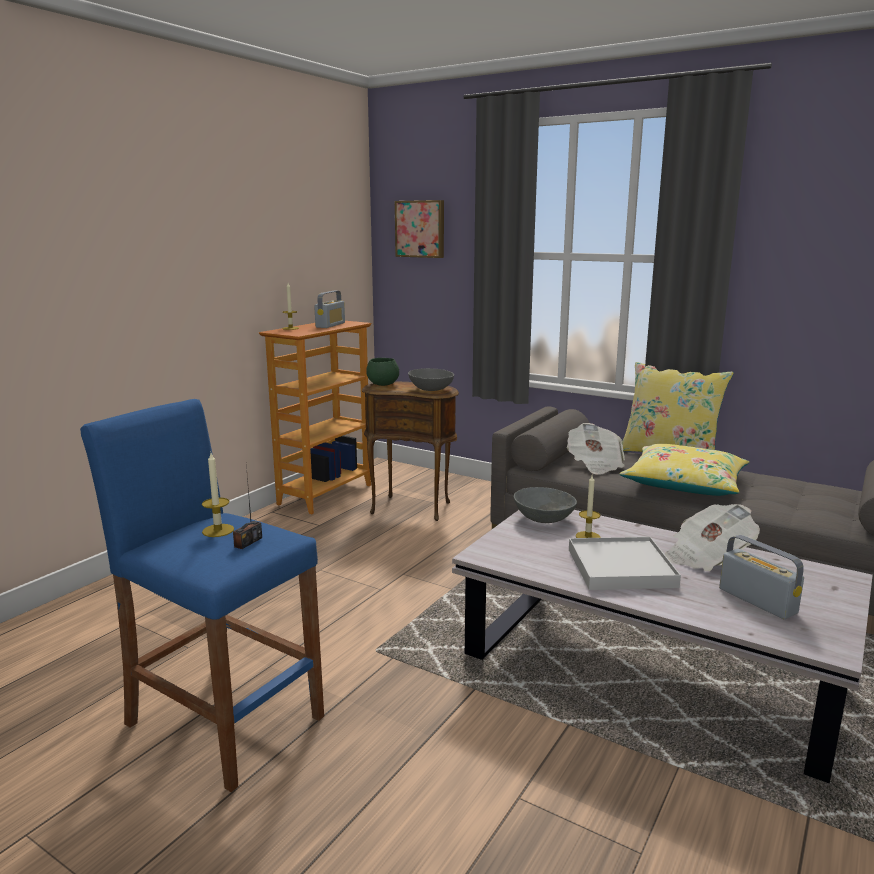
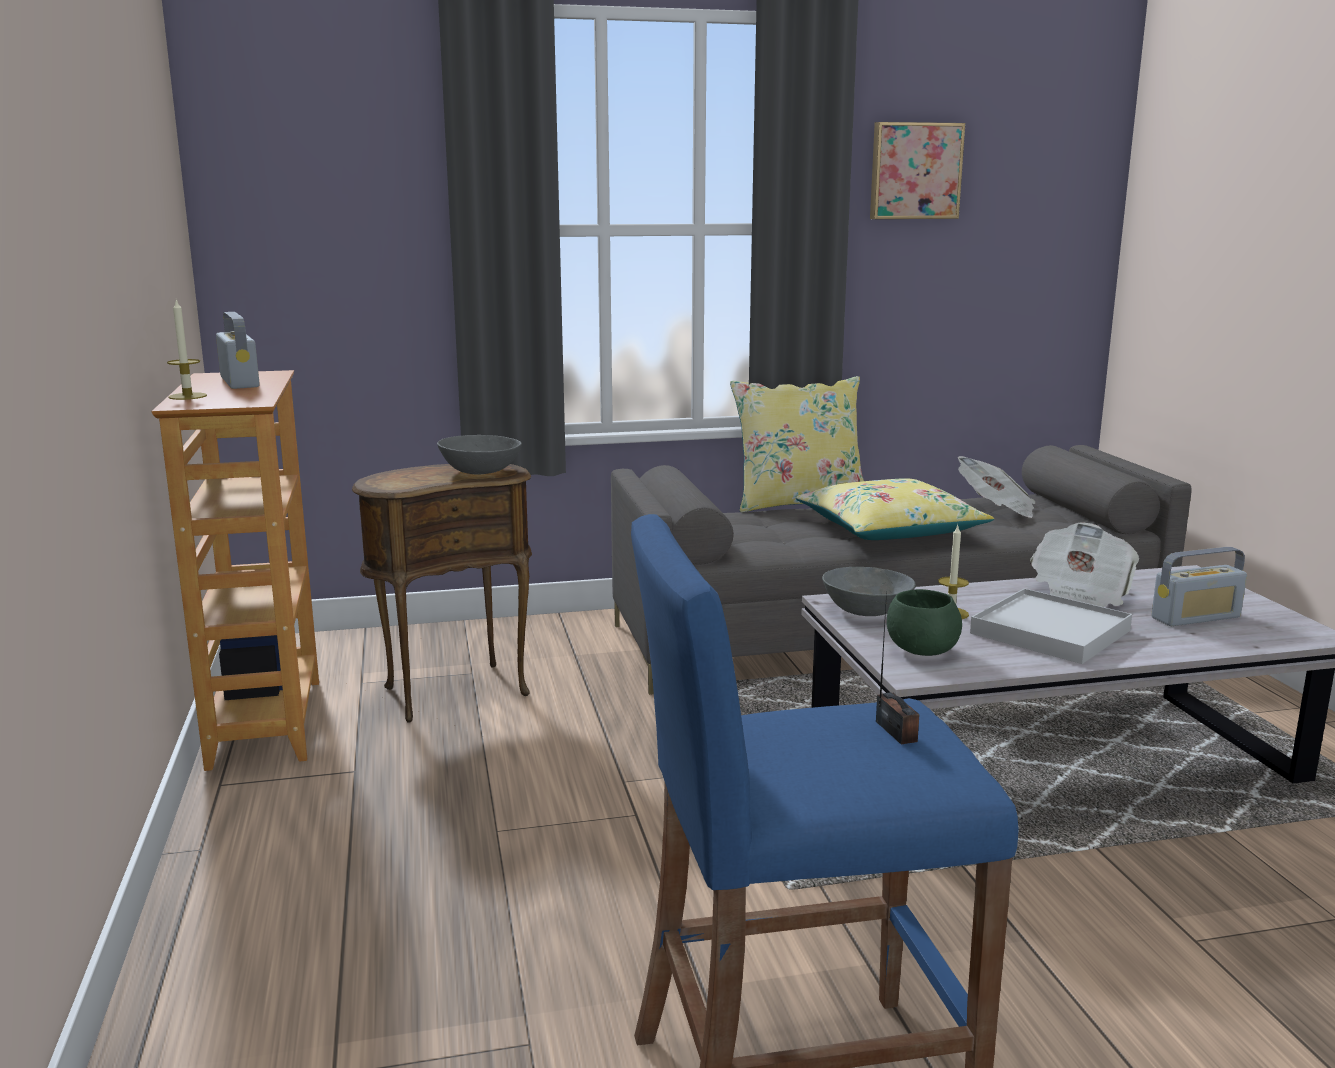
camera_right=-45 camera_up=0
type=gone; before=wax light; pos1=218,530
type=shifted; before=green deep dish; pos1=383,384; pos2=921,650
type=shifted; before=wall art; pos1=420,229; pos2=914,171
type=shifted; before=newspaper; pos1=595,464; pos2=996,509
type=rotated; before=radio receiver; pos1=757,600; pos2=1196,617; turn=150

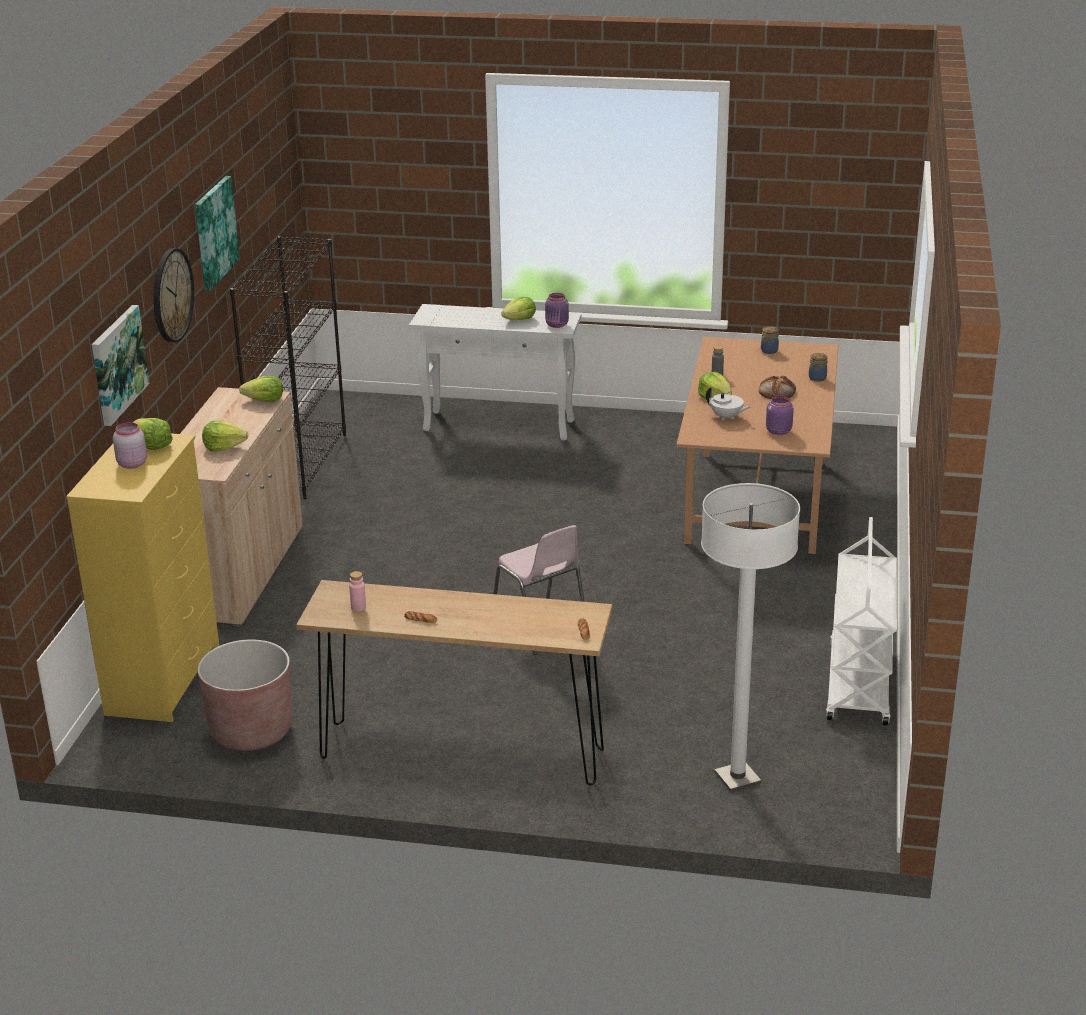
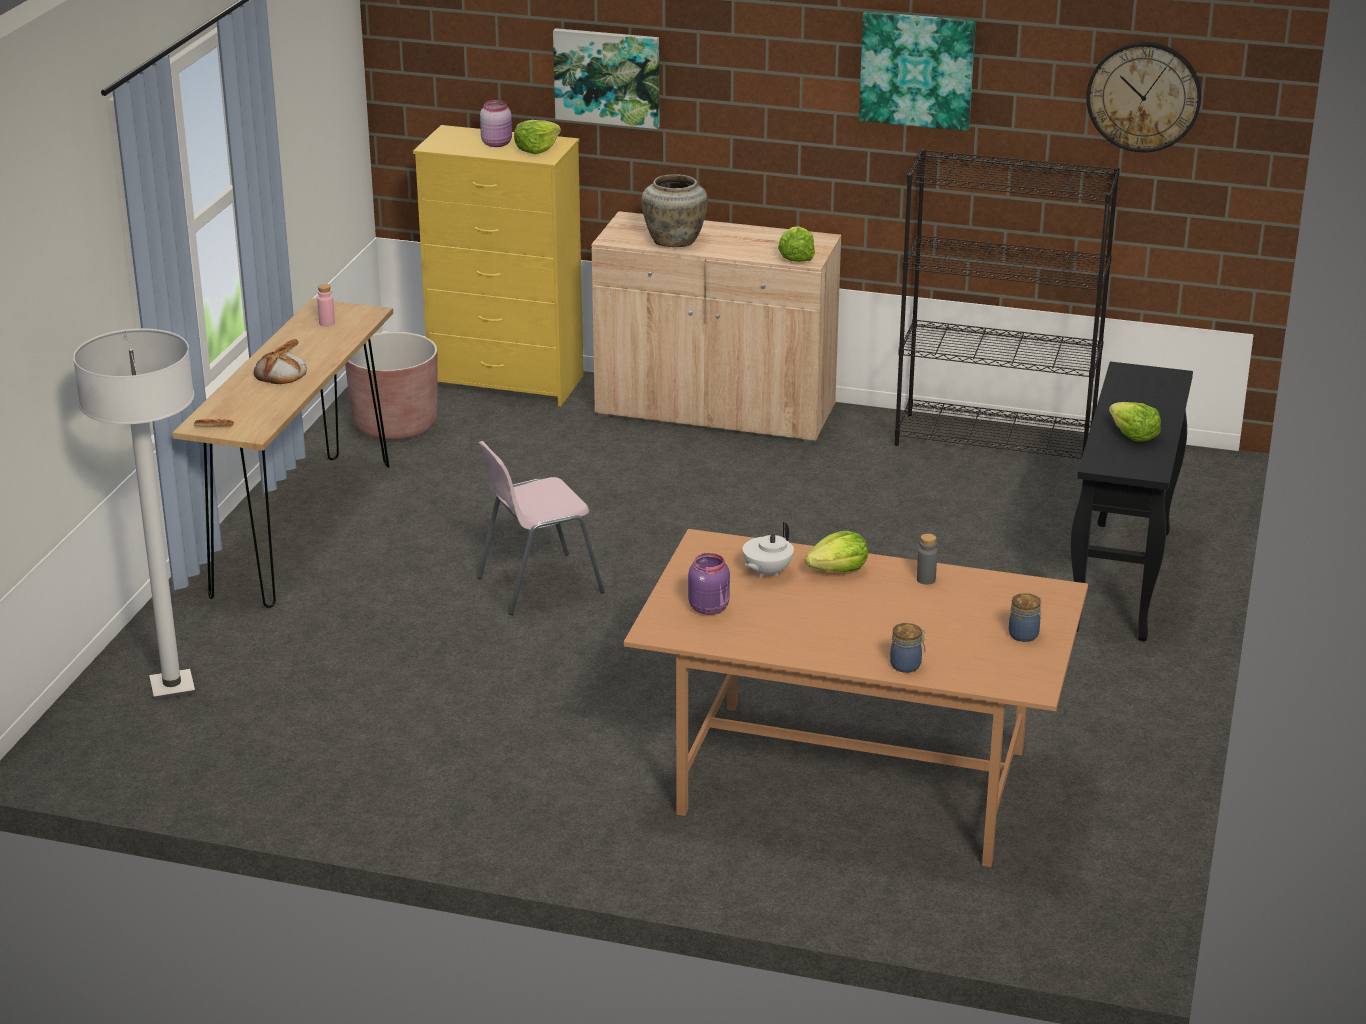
camera_right=95 camera_up=0
type=shifted; before=clock on the wall; pos1=171,295; pos2=1143,96
type=swapped; before=head of lettuce; after=sand-coloured flower vase; pos1=224,447; pos2=675,241
type=repainted; before=white-coloured narrow table; after=black-coloured narrow table; pos1=500,425; pos2=1121,581
type=gone; before=purple storage jar; pos1=557,325
type=shifted; before=baked bread; pos1=777,392; pos2=280,374
type=gone; before=white-coloured trolley; pos1=859,685

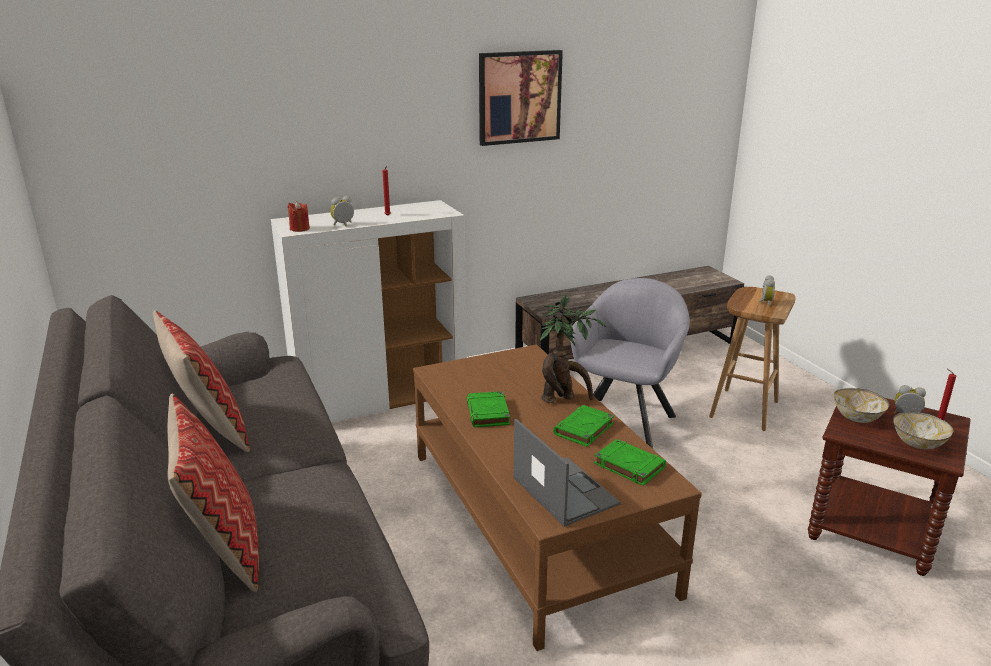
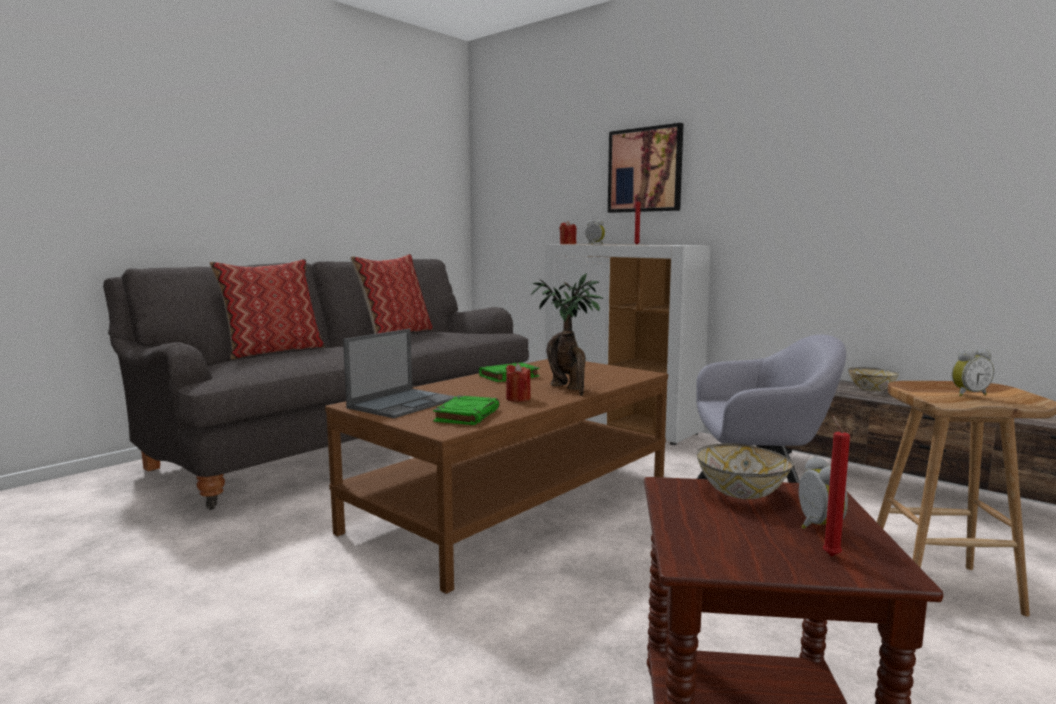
camera_right=65 camera_up=-15
type=shifted; before=wall art; pos1=519,97; pos2=645,170
type=swapped; before=green bound book; after=red-coloured wax light; pos1=583,429; pos2=518,398
type=shifted; before=deep dish; pos1=917,443; pos2=871,389

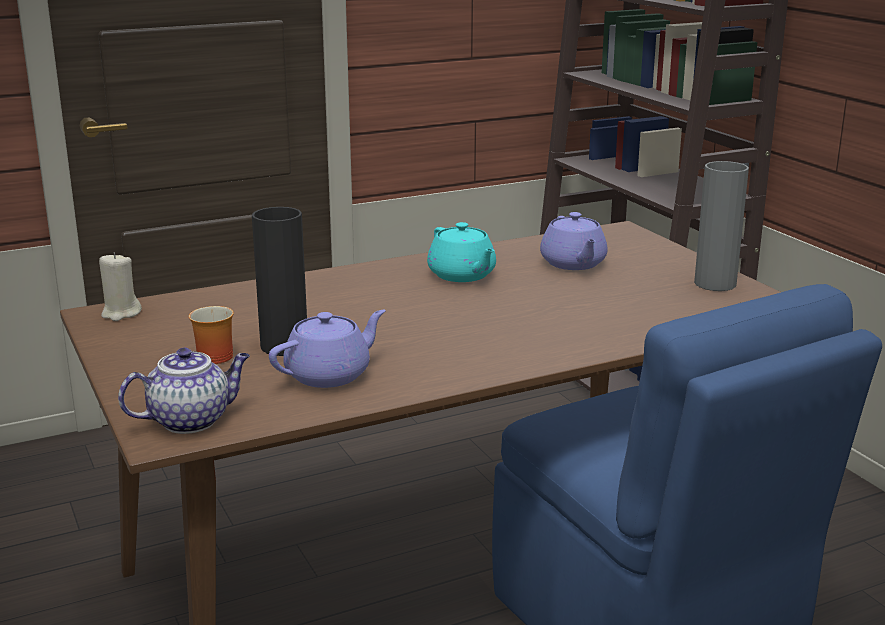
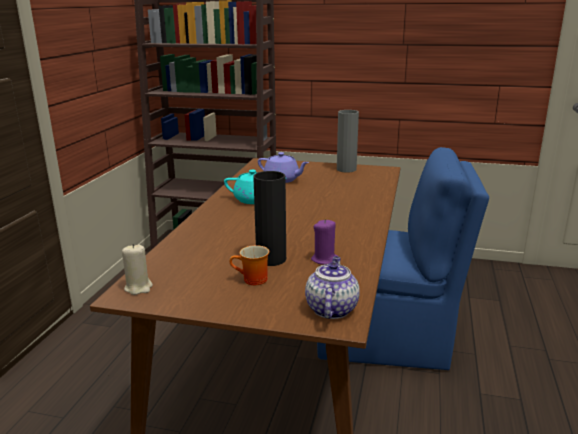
camera_right=-50 camera_up=0
type=swapped; before=purple tea pot; after=purple wax light; pos1=330,375; pos2=325,259

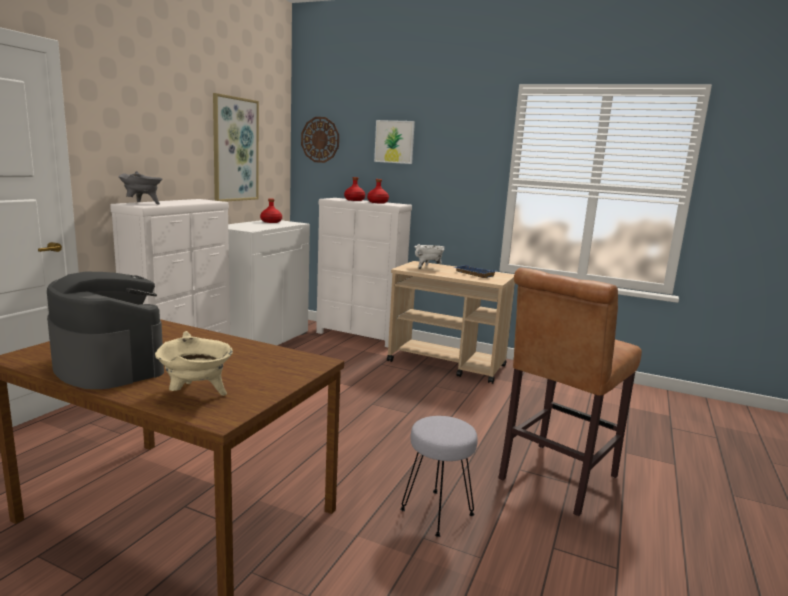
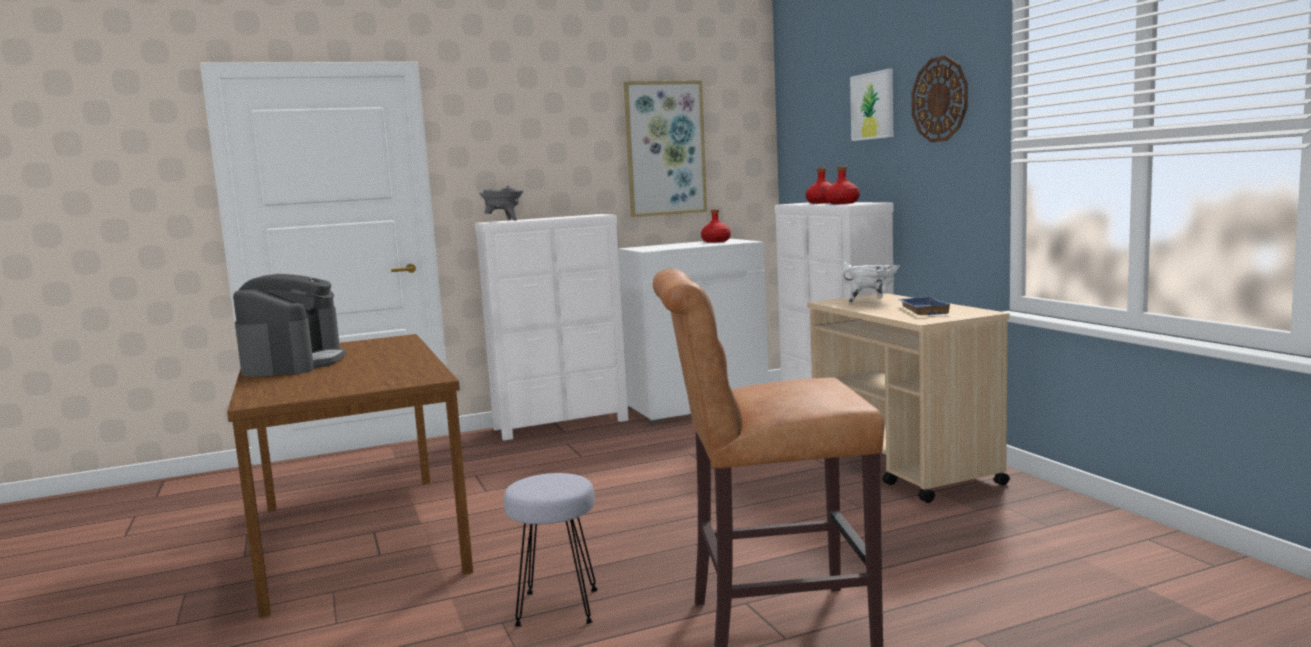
camera_right=45 camera_up=-5
type=gone; before=sand-coloured saucepot; pos1=197,394
type=shifted; before=clock on the wall; pos1=320,139; pos2=940,99

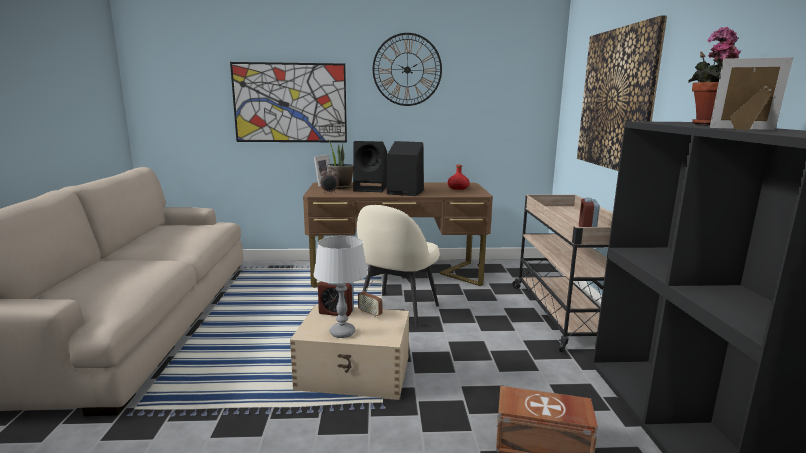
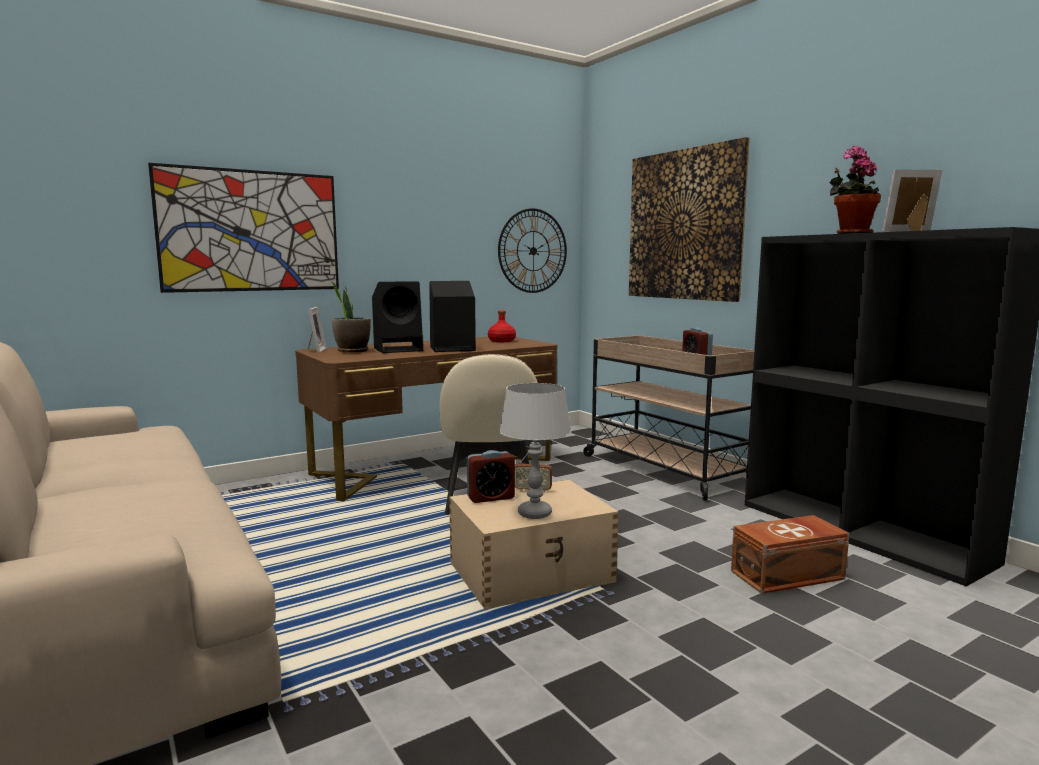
camera_right=-30 camera_up=-5
type=gone; before=table clock; pos1=329,192
type=shifted; before=clock on the wall; pos1=407,70; pos2=533,251

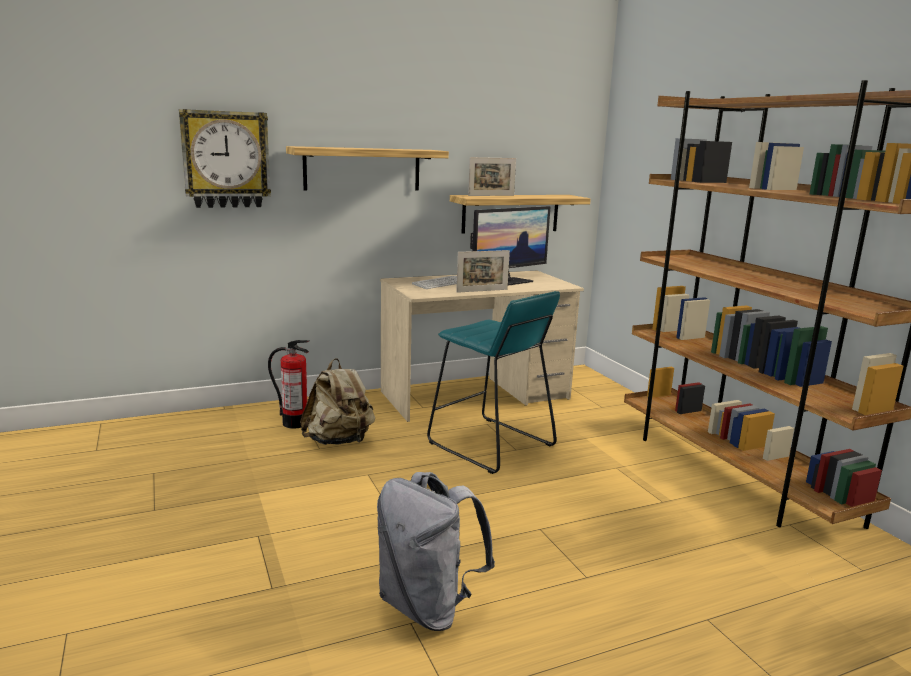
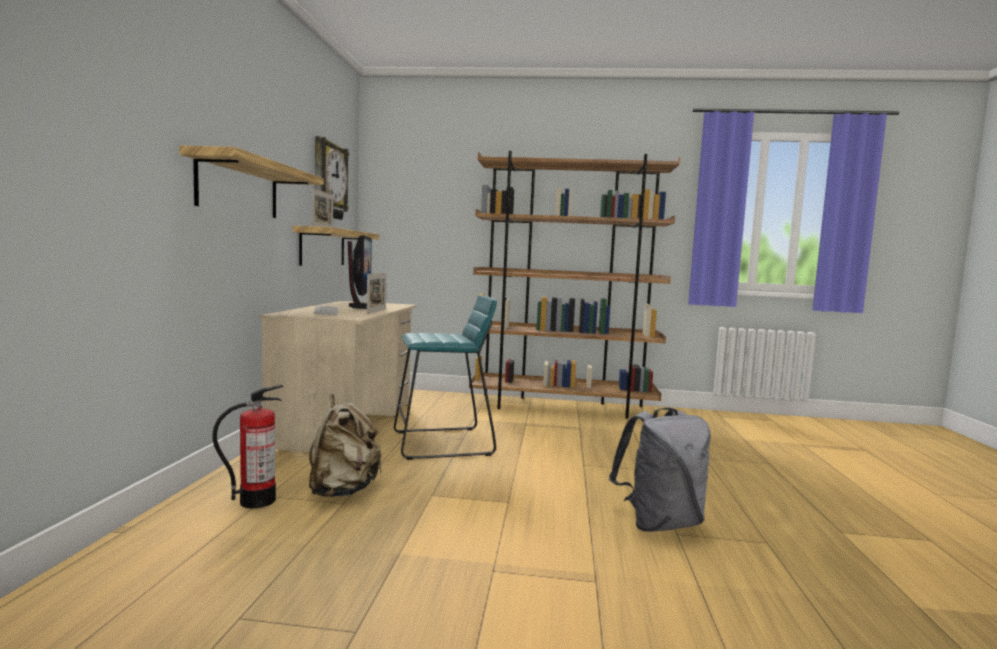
camera_right=-60 camera_up=-10
type=shifted; before=clock on the wall; pos1=226,159; pos2=328,180

